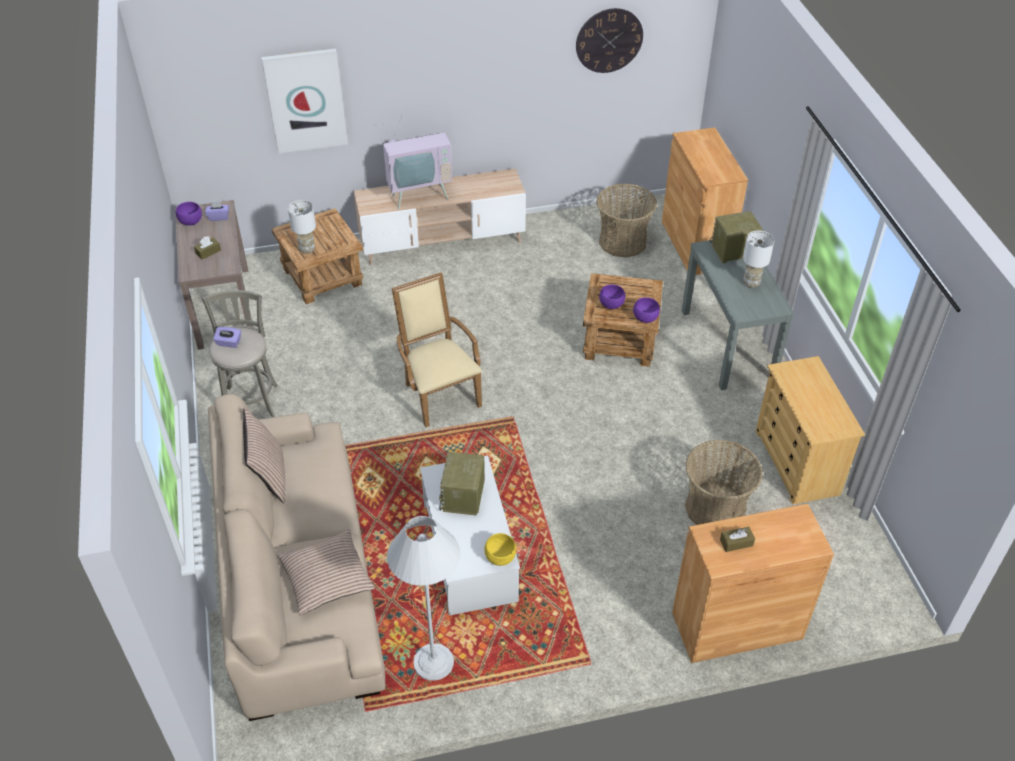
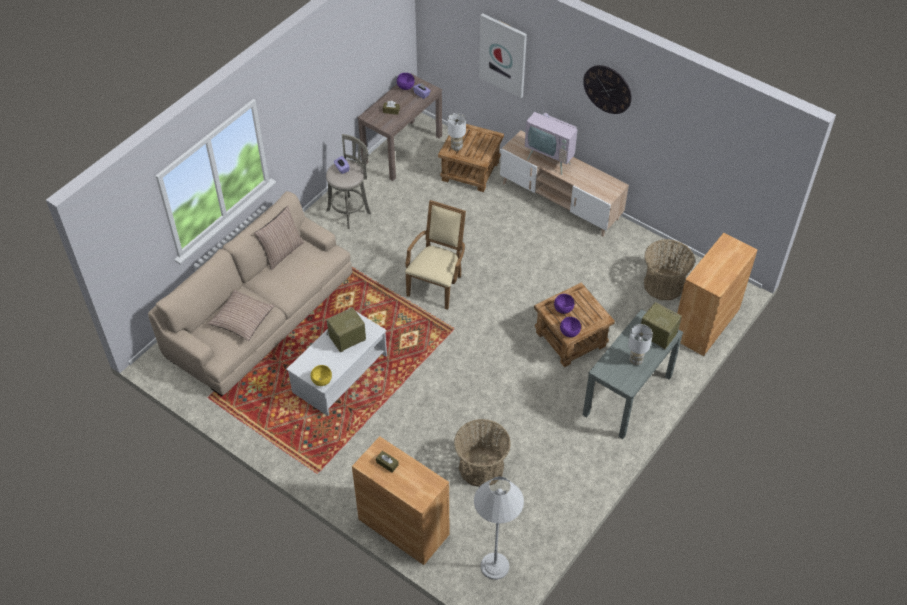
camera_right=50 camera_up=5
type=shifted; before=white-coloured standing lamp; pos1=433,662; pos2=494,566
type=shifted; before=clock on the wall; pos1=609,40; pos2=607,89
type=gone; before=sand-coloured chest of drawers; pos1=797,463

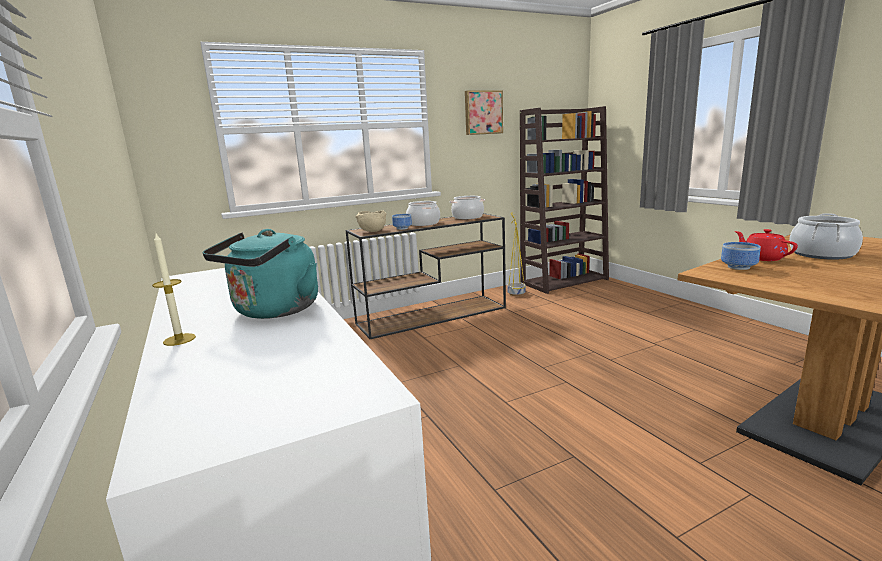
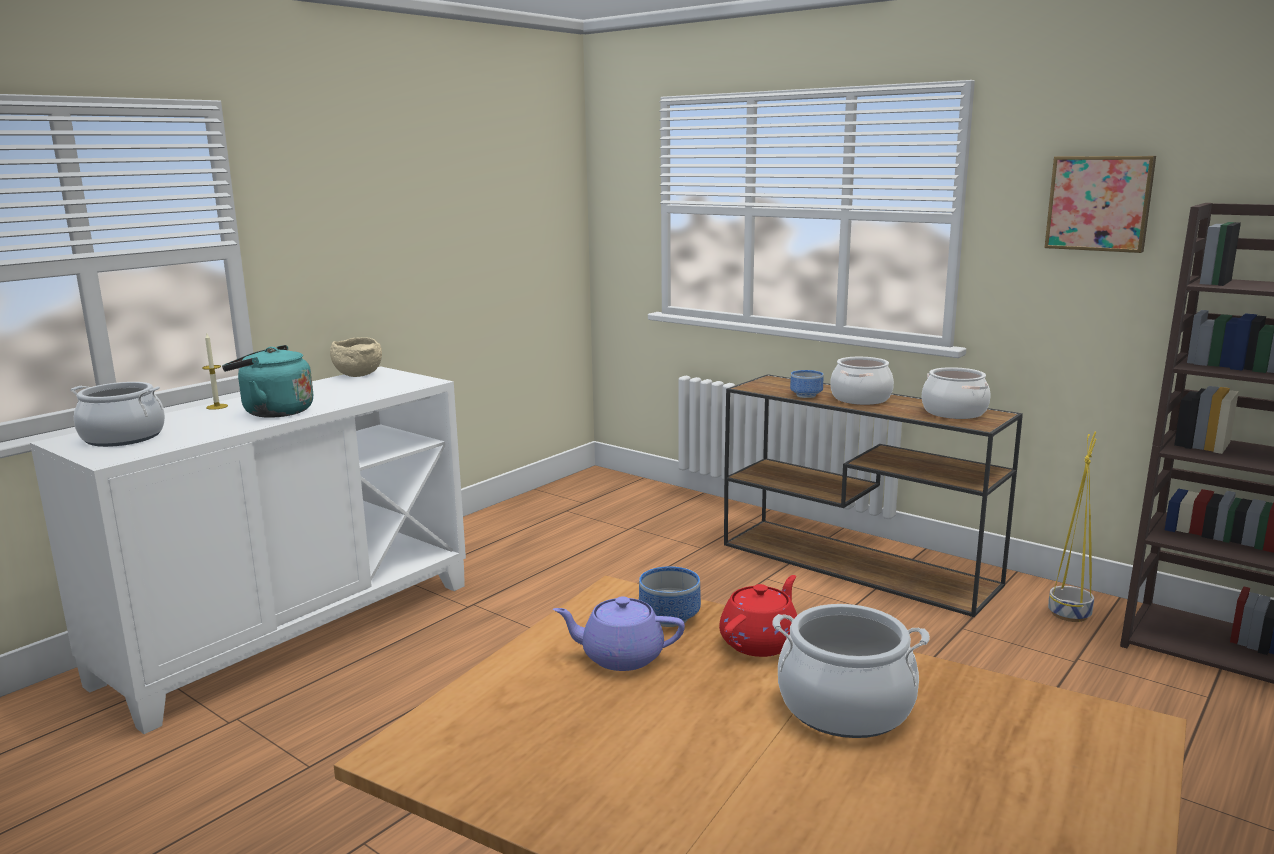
camera_right=65 camera_up=0
type=shifted; before=sand-coloured deep dish; pos1=372,231; pos2=357,375
type=new; after=saucepot; pos2=123,437
type=new; after=purple tea pot; pos2=620,656

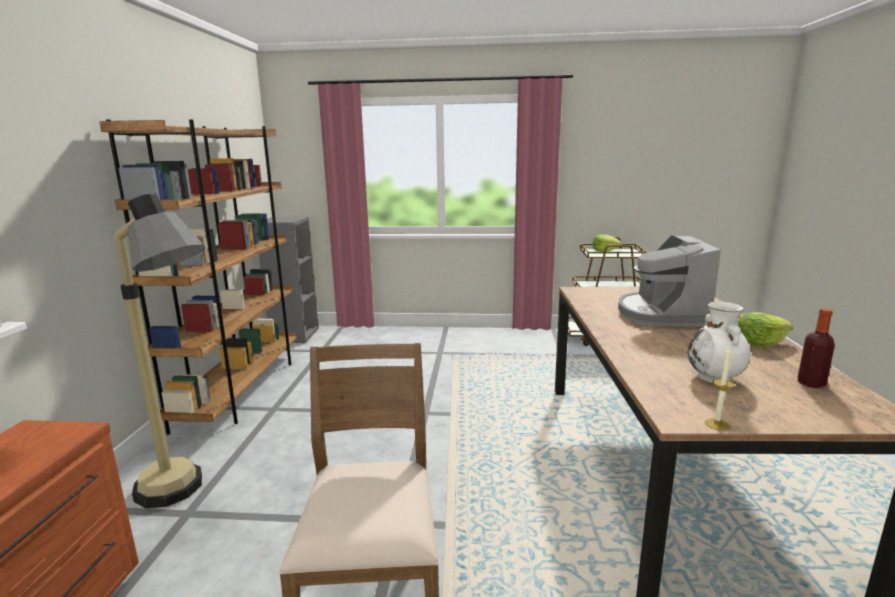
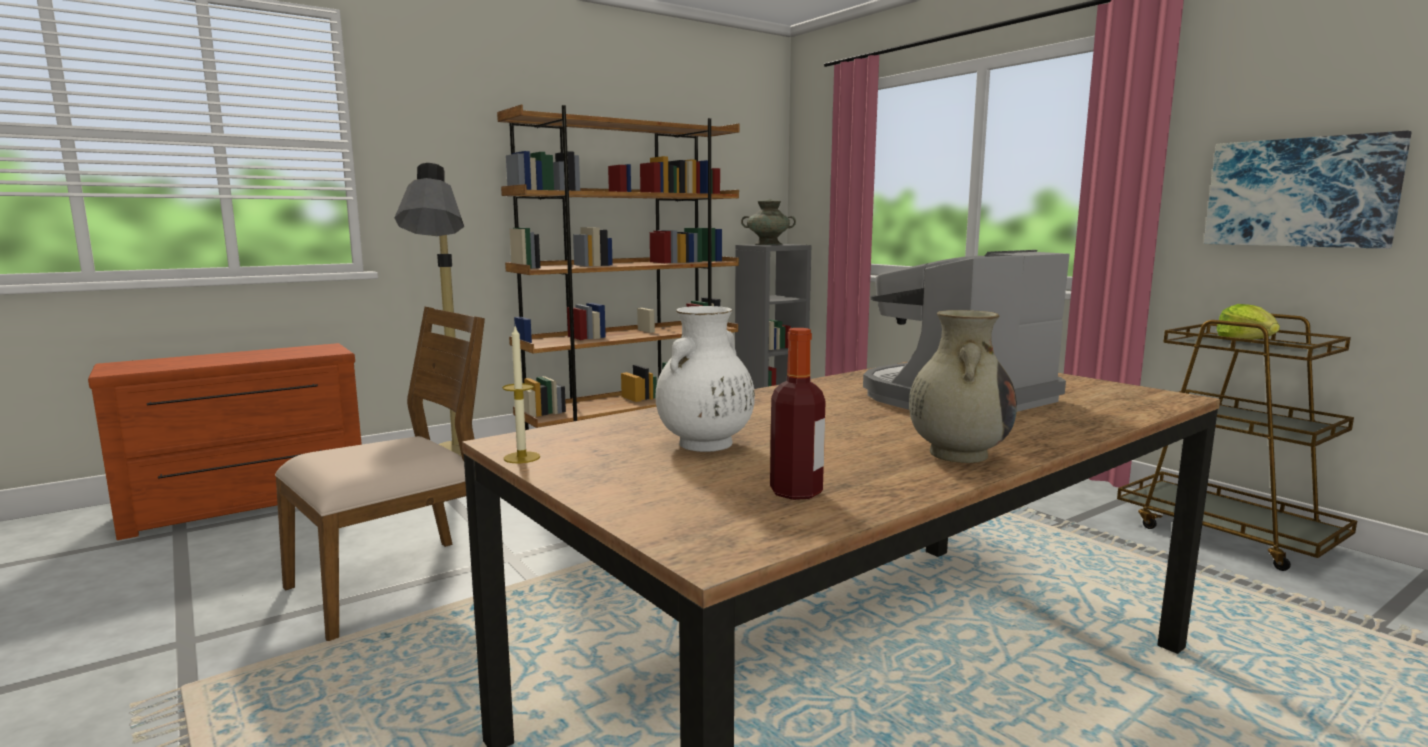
camera_right=50 camera_up=-5
type=swapped; before=head of lettuce; after=sand-coloured flower vase; pos1=760,342; pos2=958,453
type=new; after=turquoise-coloured flower vase; pos2=768,244
type=new; after=wall art; pos2=1300,192

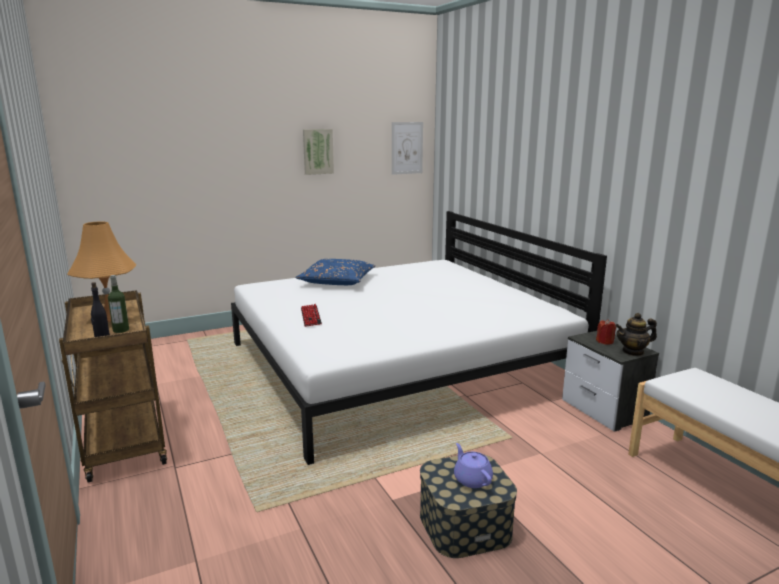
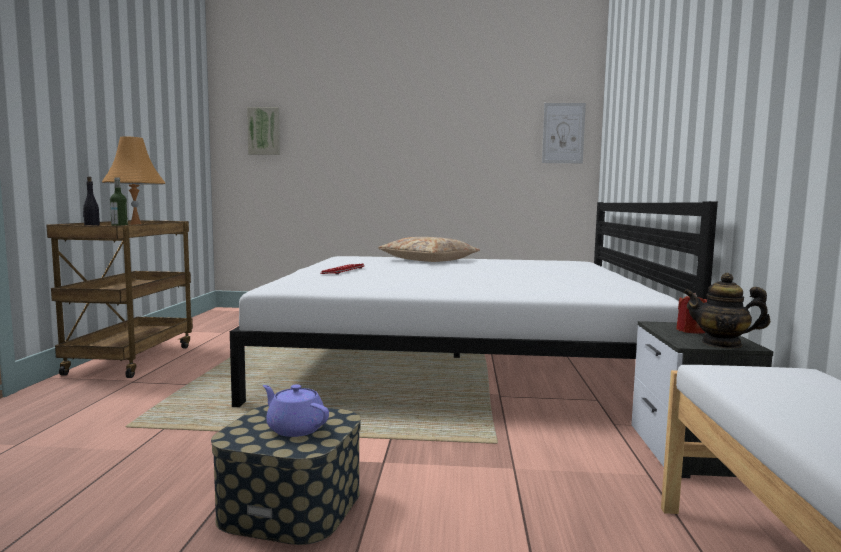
camera_right=30 camera_up=-10
type=repainted; before=blue throw pillow; after=sand-coloured throw pillow; pos1=337,281; pos2=428,260
type=shifted; before=wall art; pos1=317,151; pos2=264,131
type=rotated; before=purple tea pot; pos1=472,479; pos2=295,428; turn=-60

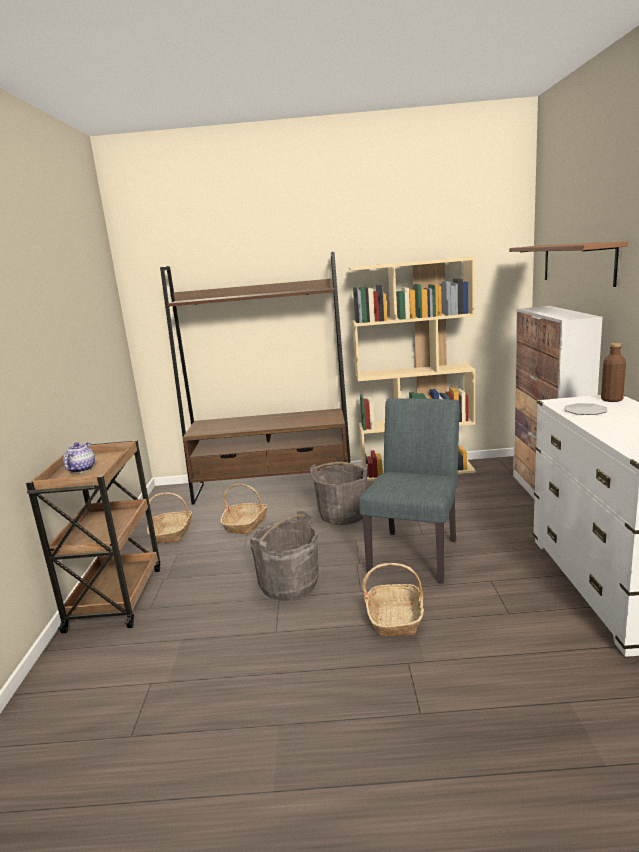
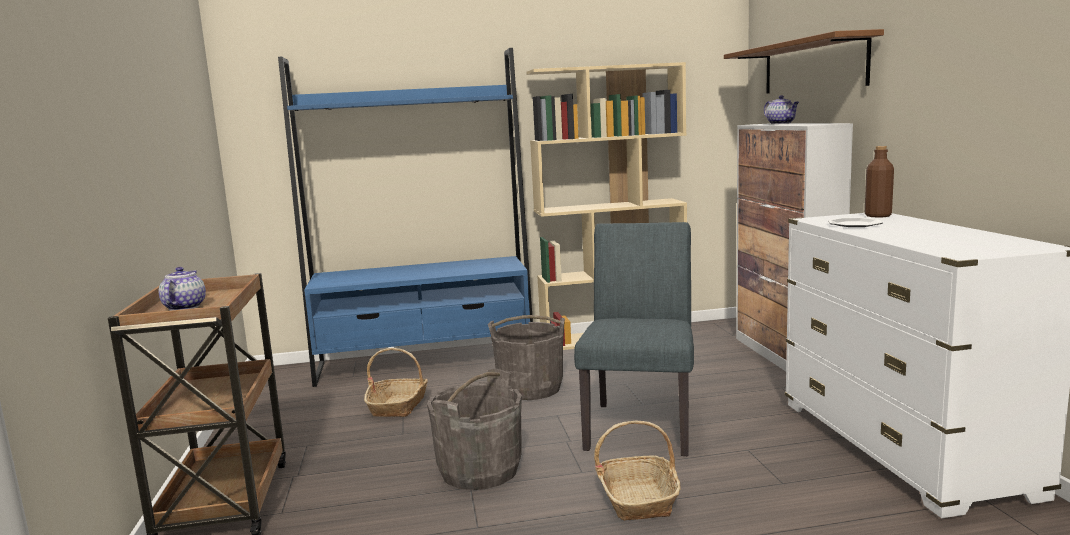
camera_right=-10 camera_up=-5
type=gone; before=storage basket; pos1=172,533
type=repainted; before=brownish bookcase; after=blue bookcase; pos1=274,487; pos2=426,363
type=new; after=tea pot; pos2=781,123

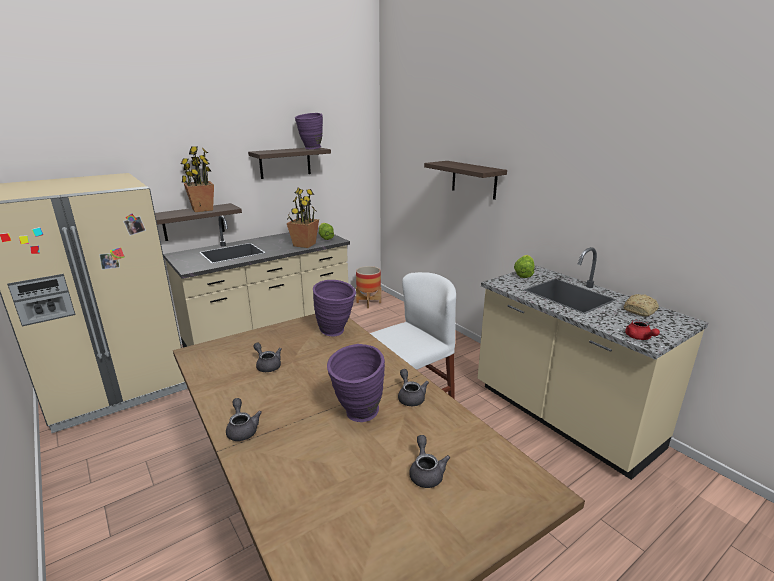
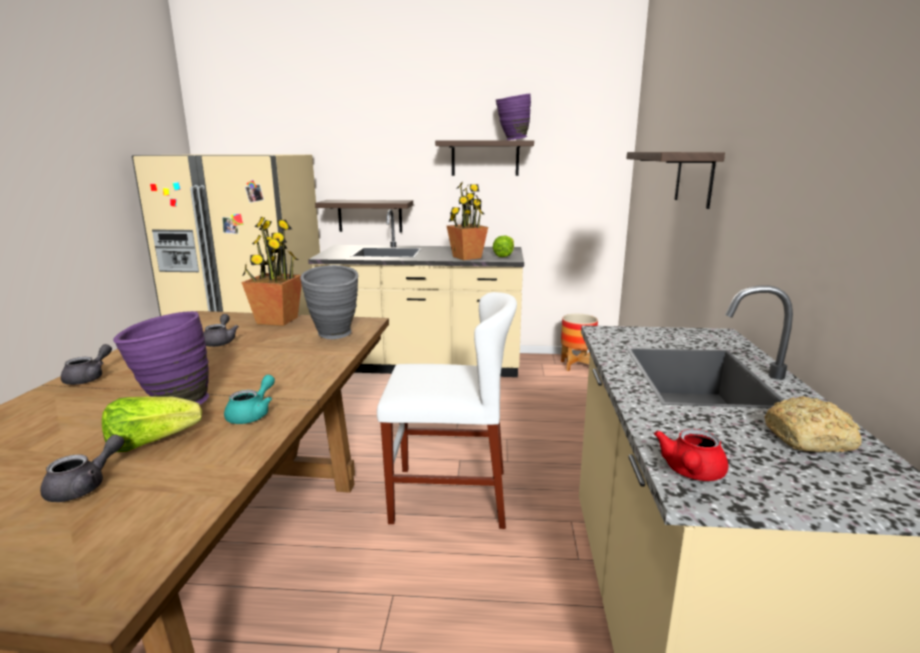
camera_right=40 camera_up=-5
type=shifted; before=potted plant; pos1=202,209; pos2=277,320
type=repainted; before=purple flower vase; after=greyish flower vase; pos1=336,332; pos2=335,336
type=repainted; before=greyish tea pot; after=turquoise-coloured tea pot; pos1=410,397; pos2=253,414
type=shifted; before=head of lettuce; pos1=524,274; pos2=151,442

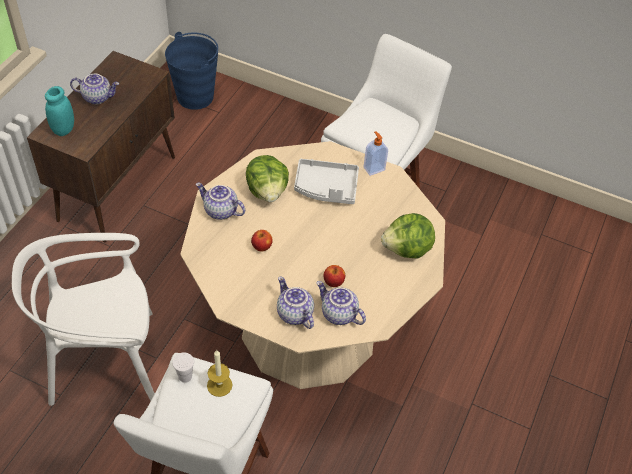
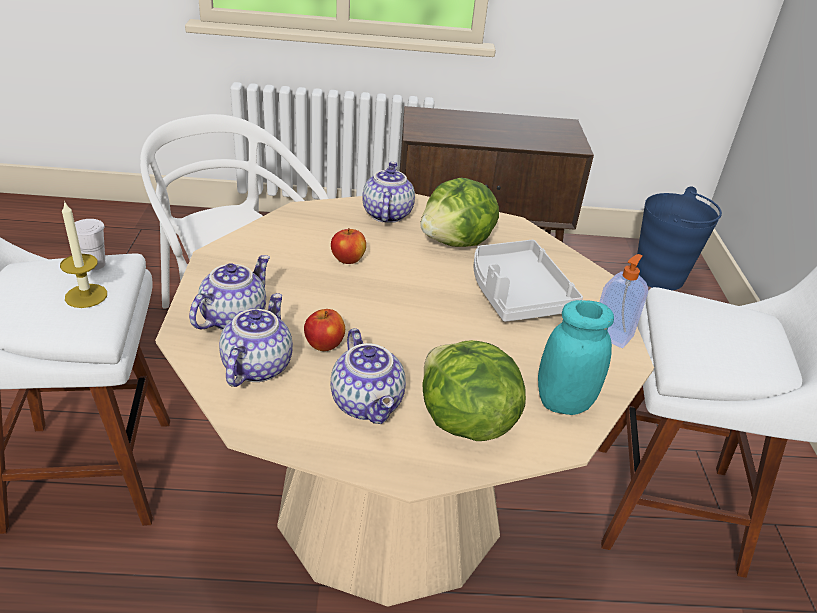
camera_right=65 camera_up=-15
type=shifted; before=turquoise-coloured storage jar; pos1=63,129; pos2=563,403
type=shifted; before=tea pot; pos1=97,97; pos2=369,403

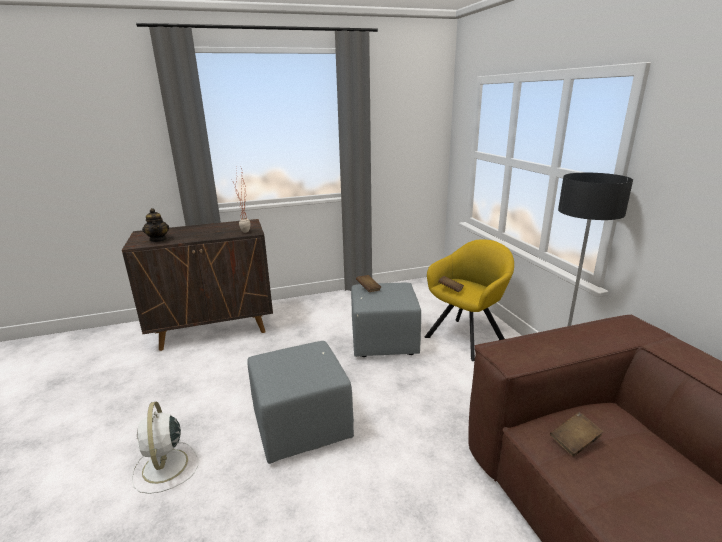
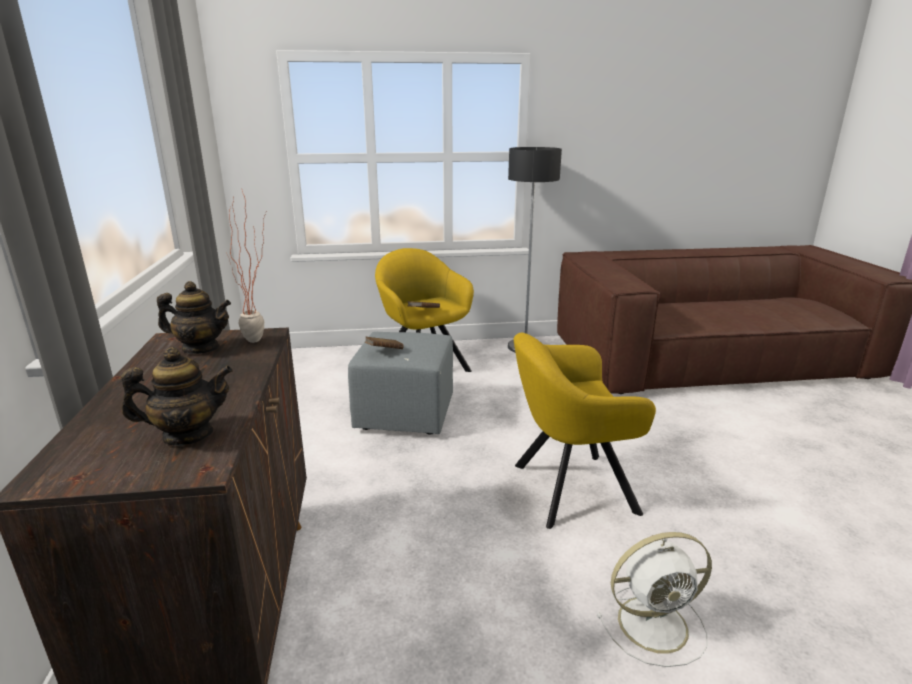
camera_right=-80 camera_up=0
type=swapped; before=greyish ottoman; after=yellow-coloured easy chair; pos1=303,425; pos2=566,489
type=gone; before=brownish bound book; pos1=574,442
type=new; after=tea pot; pos2=201,348

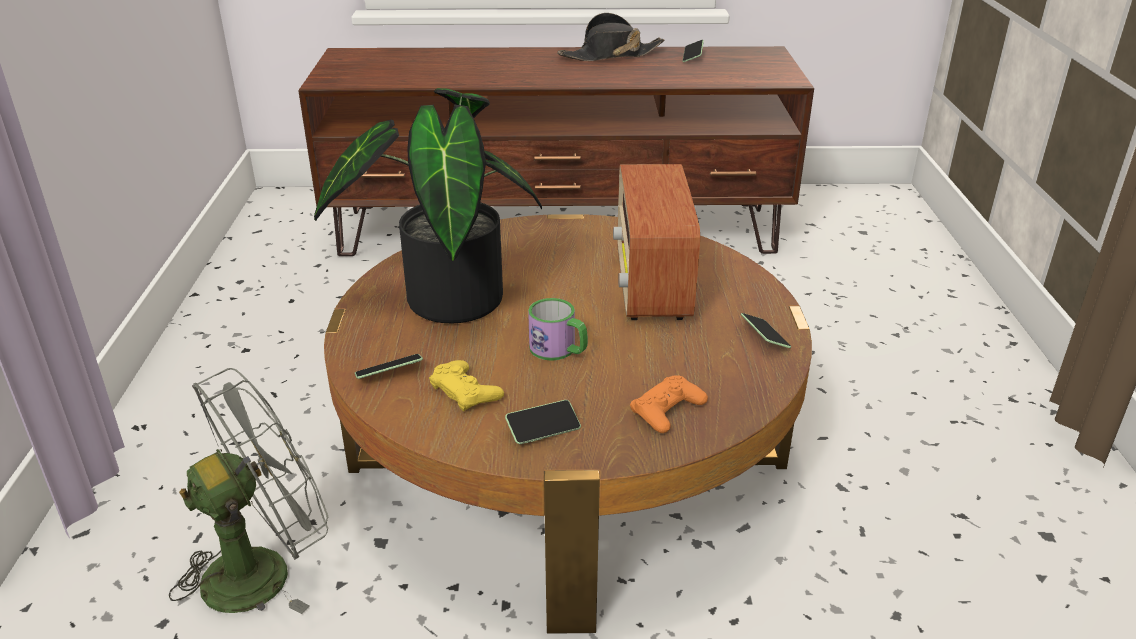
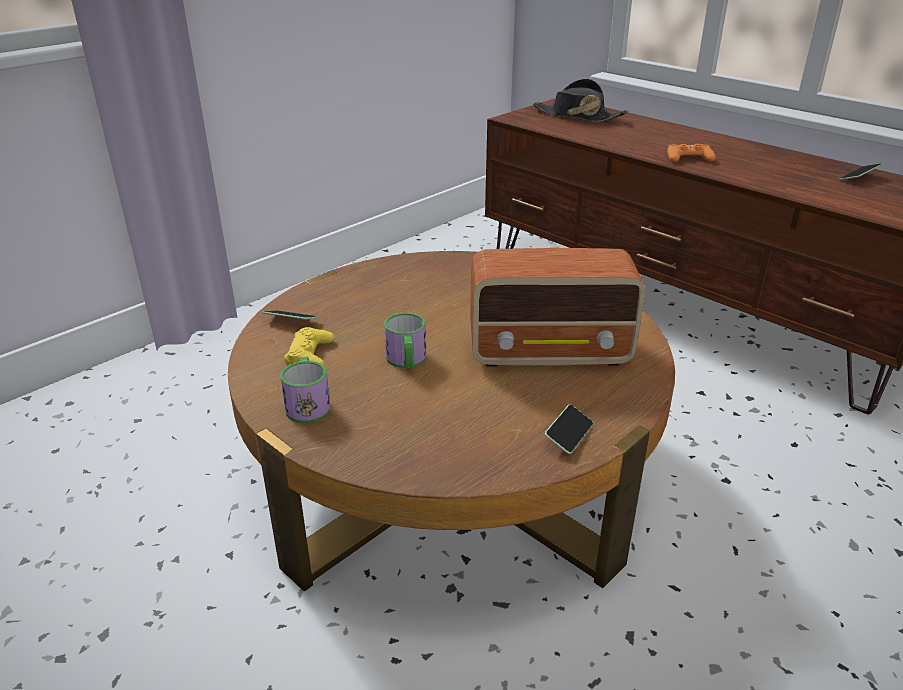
camera_right=45 camera_up=0
type=gone; before=greyish electric fan; pos1=263,569
type=gone; before=potted plant; pos1=445,297
type=swapped; before=handset; after=tea mug; pos1=543,430; pos2=308,404
type=shifted; before=black-coloured clothing hat; pos1=610,55; pos2=577,116
type=rotated; before=radio receiver; pos1=651,286; pos2=551,352; turn=-135
type=shifted; before=orangey gamepad; pos1=667,410; pos2=688,158

